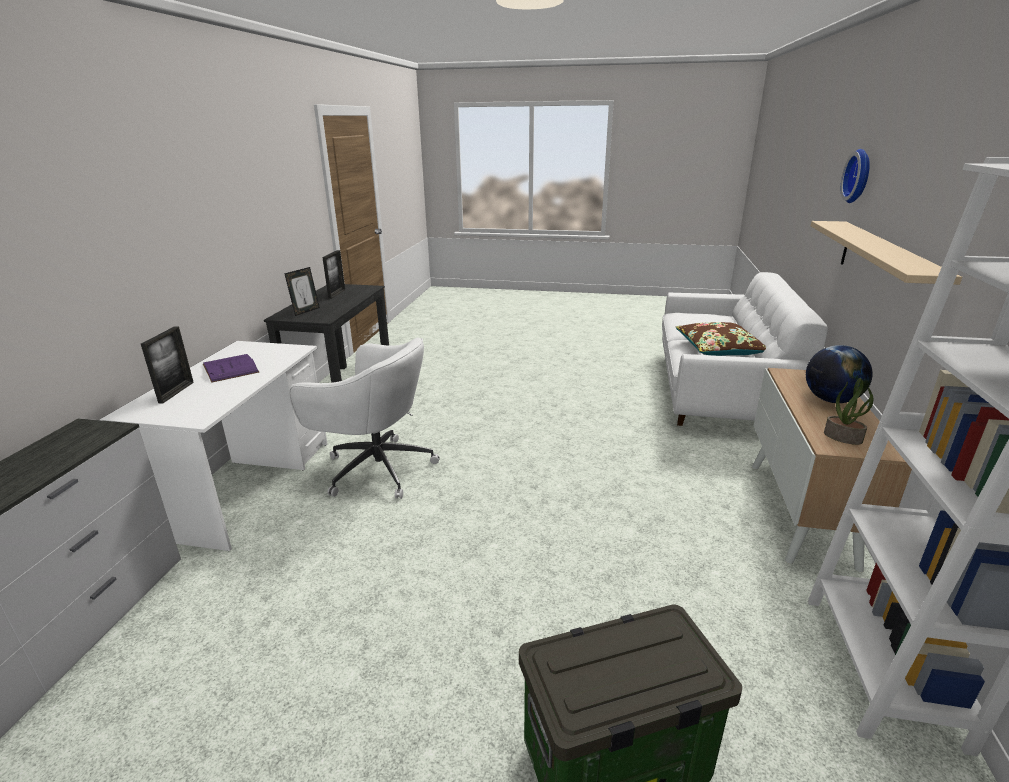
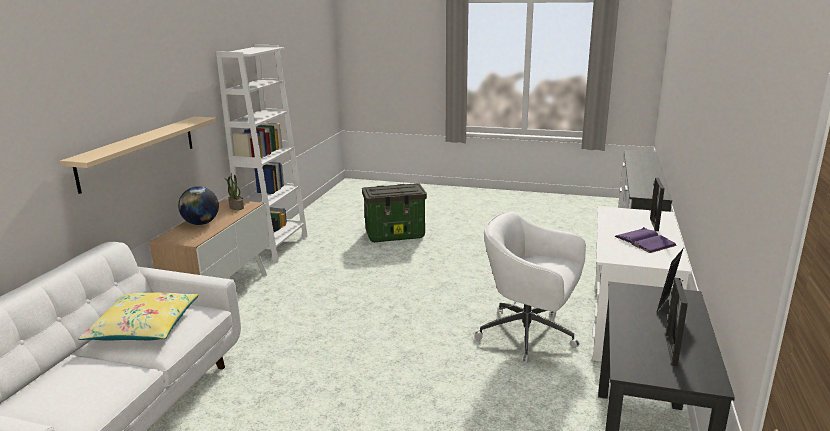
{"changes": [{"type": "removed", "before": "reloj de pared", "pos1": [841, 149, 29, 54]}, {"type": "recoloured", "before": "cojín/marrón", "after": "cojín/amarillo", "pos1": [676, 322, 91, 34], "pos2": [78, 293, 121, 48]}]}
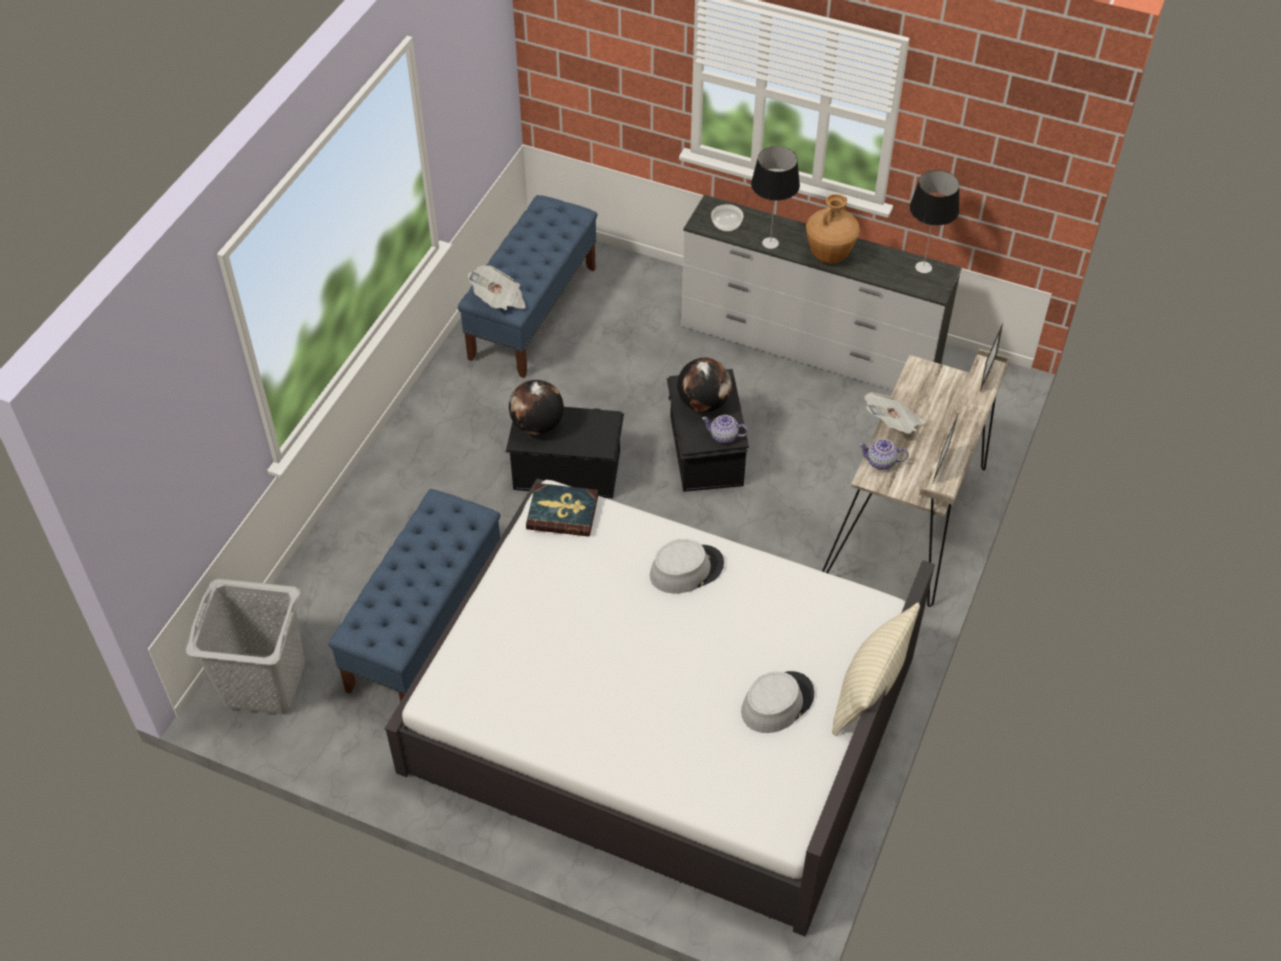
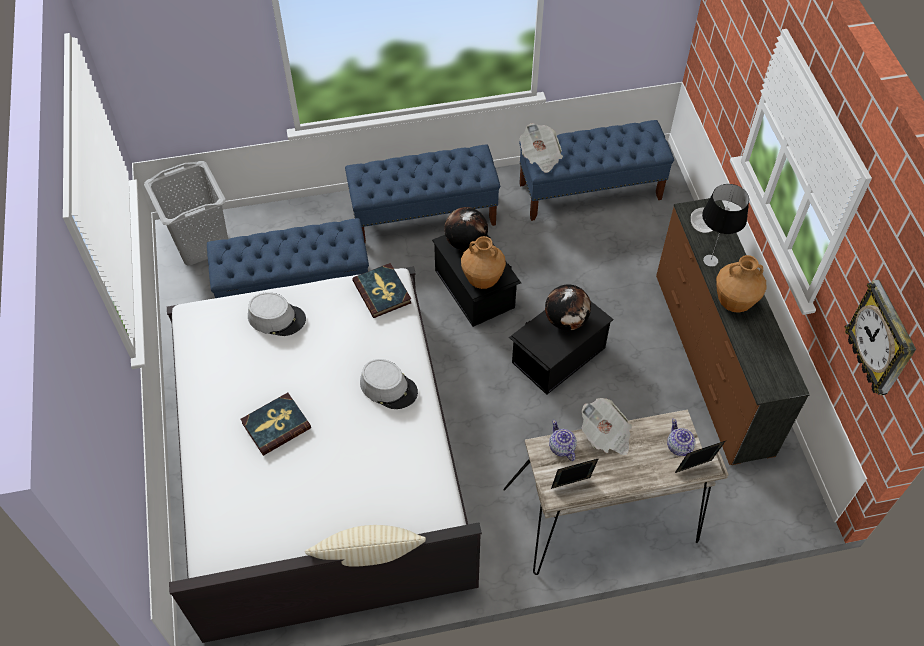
{"changes": [{"type": "removed", "before": "lámpara de mesa", "pos1": [910, 170, 49, 103]}, {"type": "added", "after": "libro", "pos2": [240, 393, 71, 63]}, {"type": "added", "after": "banco/azul", "pos2": [345, 144, 155, 98]}, {"type": "added", "after": "florero/marrón", "pos2": [461, 236, 45, 53]}, {"type": "added", "after": "reloj de pared", "pos2": [845, 280, 71, 116]}, {"type": "moved", "before": "tetera", "pos1": [702, 415, 46, 28], "pos2": [667, 419, 28, 37]}, {"type": "moved", "before": "sombrero/gris", "pos1": [741, 671, 73, 62], "pos2": [248, 292, 58, 44]}, {"type": "recoloured", "before": "cómoda/blanco", "after": "cómoda/marrón", "pos1": [681, 195, 281, 196], "pos2": [656, 198, 154, 267]}]}
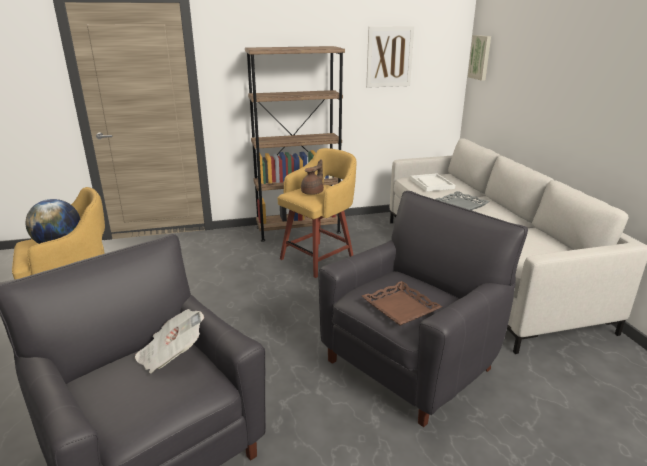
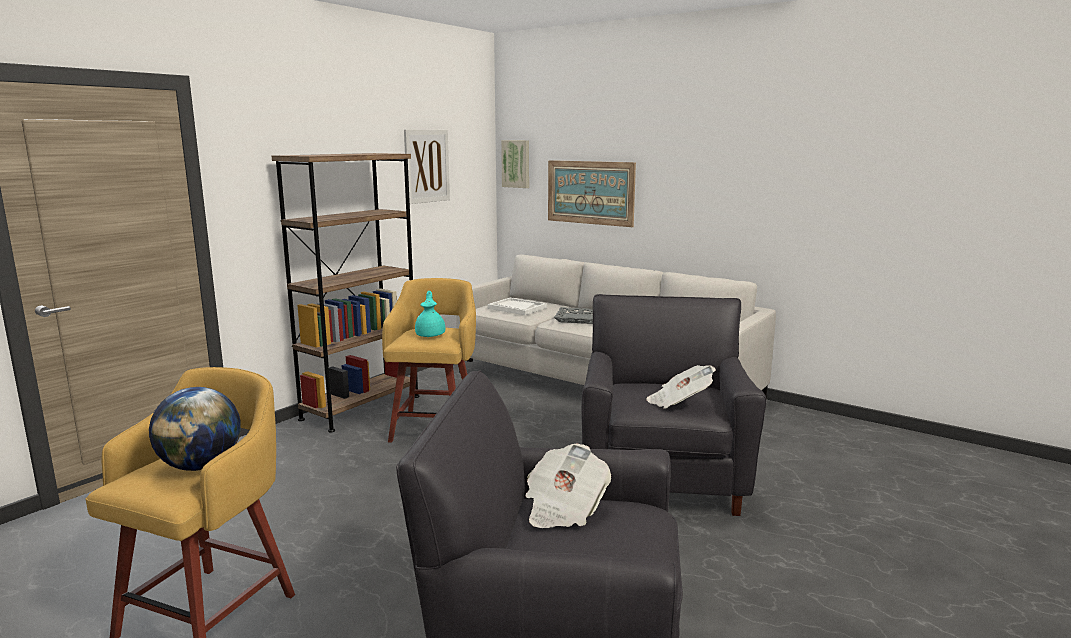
{"changes": [{"type": "added", "after": "cuadro", "pos2": [548, 160, 88, 67]}, {"type": "replaced", "before": "bandeja/marrón", "after": "periódico", "pos1": [362, 281, 80, 45], "pos2": [646, 365, 70, 44]}, {"type": "recoloured", "before": "tetera/marrón", "after": "tetera/turquesa", "pos1": [301, 159, 23, 36], "pos2": [415, 291, 30, 46]}]}
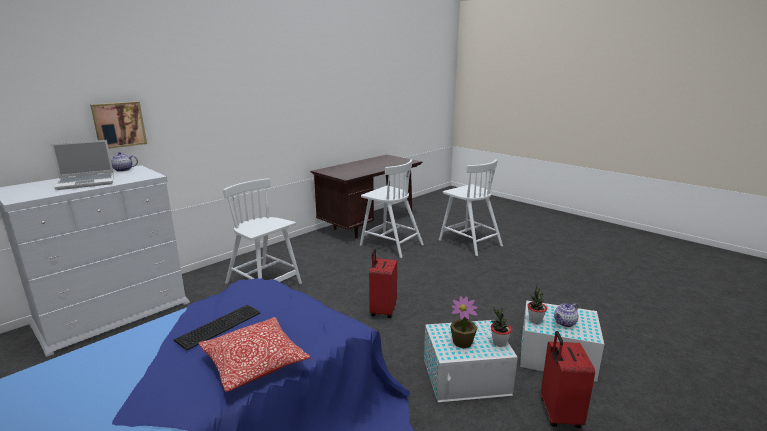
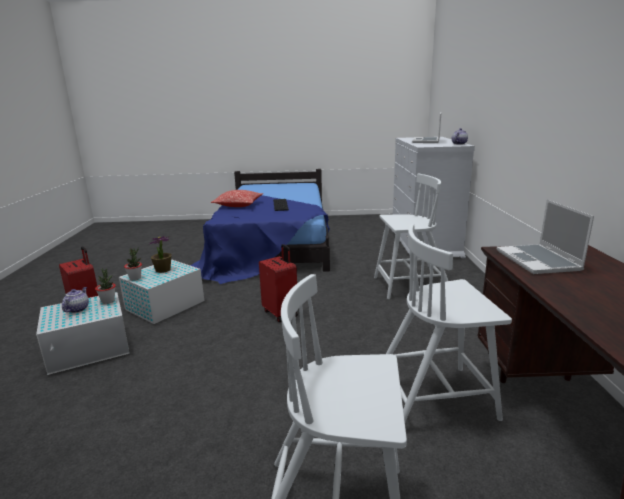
{"changes": [{"type": "removed", "before": "cuadro", "pos1": [90, 101, 57, 48]}, {"type": "added", "after": "portátil", "pos2": [497, 199, 97, 75]}]}
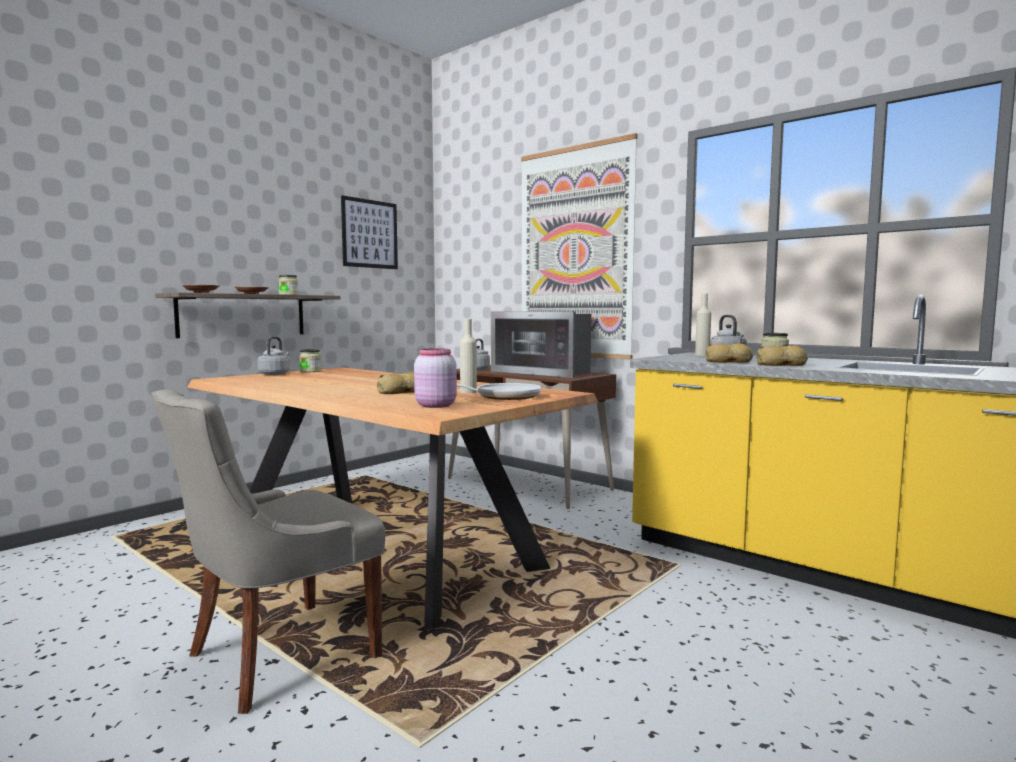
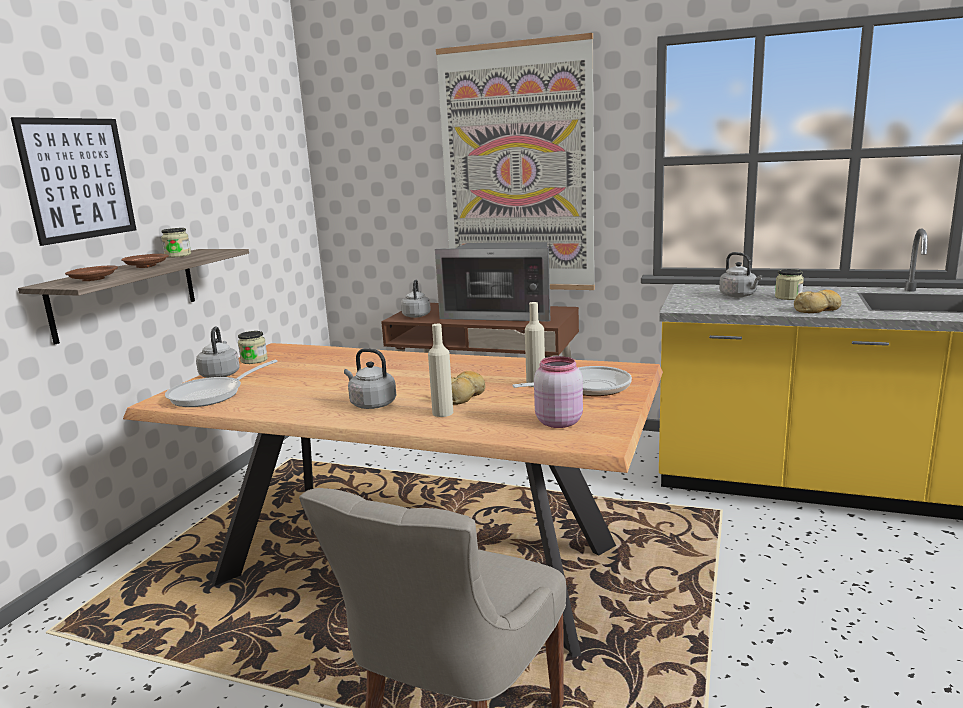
{"changes": [{"type": "removed", "before": "pan", "pos1": [706, 343, 47, 20]}, {"type": "added", "after": "sartén", "pos2": [165, 360, 113, 47]}, {"type": "added", "after": "hervidor/gris", "pos2": [344, 348, 52, 61]}, {"type": "moved", "before": "cuadro", "pos1": [341, 195, 57, 74], "pos2": [11, 117, 125, 129]}, {"type": "moved", "before": "botella/beis", "pos1": [695, 294, 16, 62], "pos2": [428, 324, 25, 93]}]}
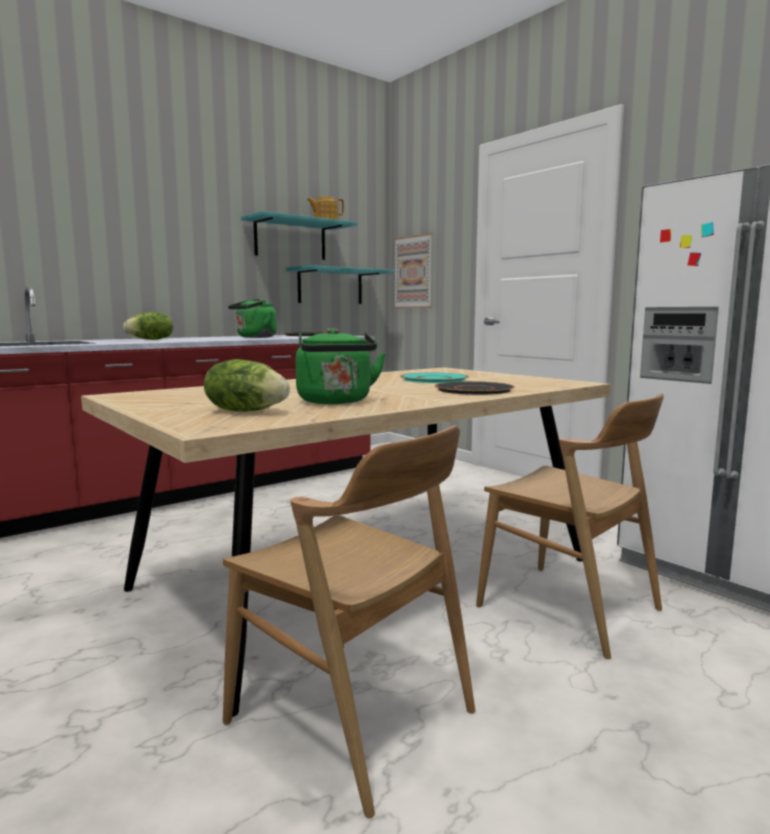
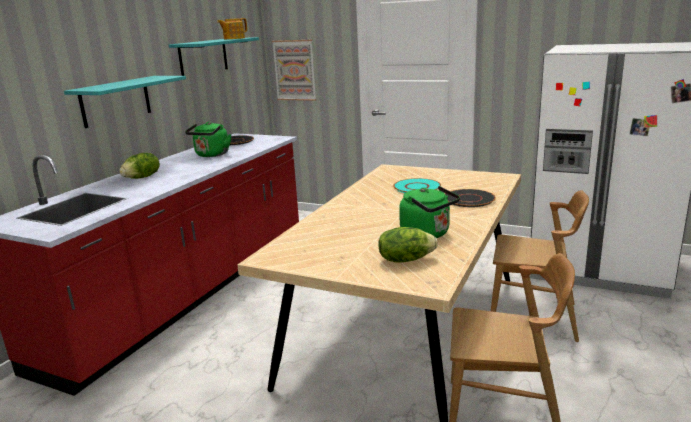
{"changes": [{"type": "moved", "before": "estante/turquesa", "pos1": [286, 265, 108, 39], "pos2": [64, 76, 122, 52]}]}
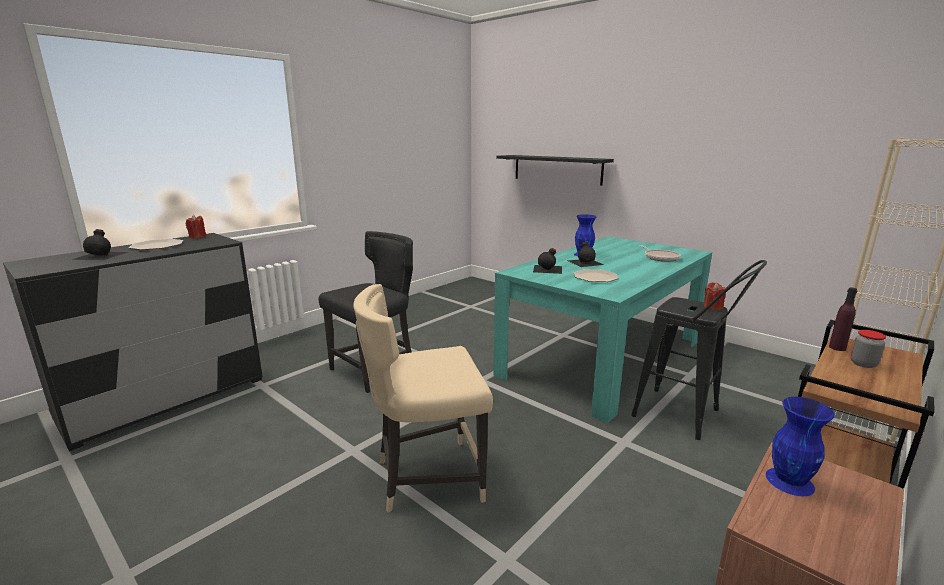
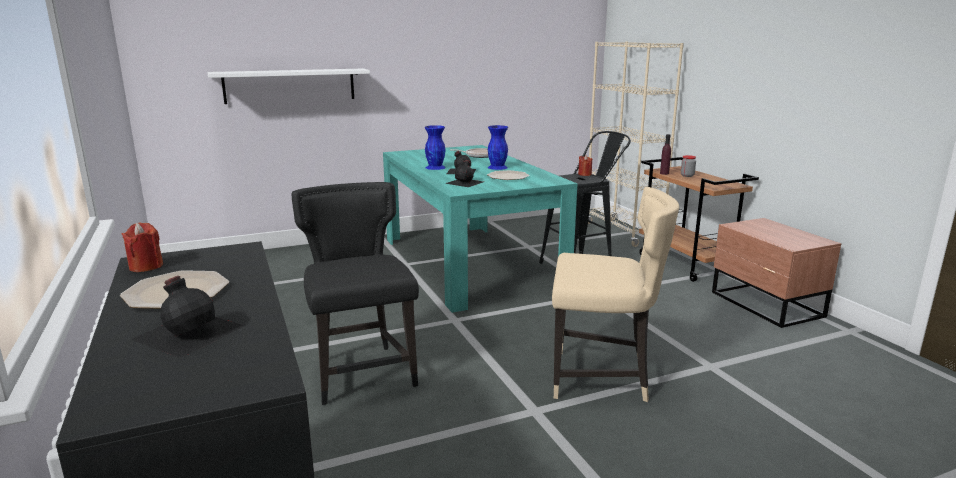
{"changes": [{"type": "moved", "before": "florero/azul", "pos1": [766, 397, 69, 99], "pos2": [488, 125, 20, 45]}, {"type": "recoloured", "before": "estante/negro", "after": "estante/blanco", "pos1": [496, 155, 118, 30], "pos2": [207, 69, 163, 35]}, {"type": "turned", "before": "silla/beis", "pos1": [353, 284, 140, 229], "pos2": [552, 187, 127, 215], "turn": -90}]}
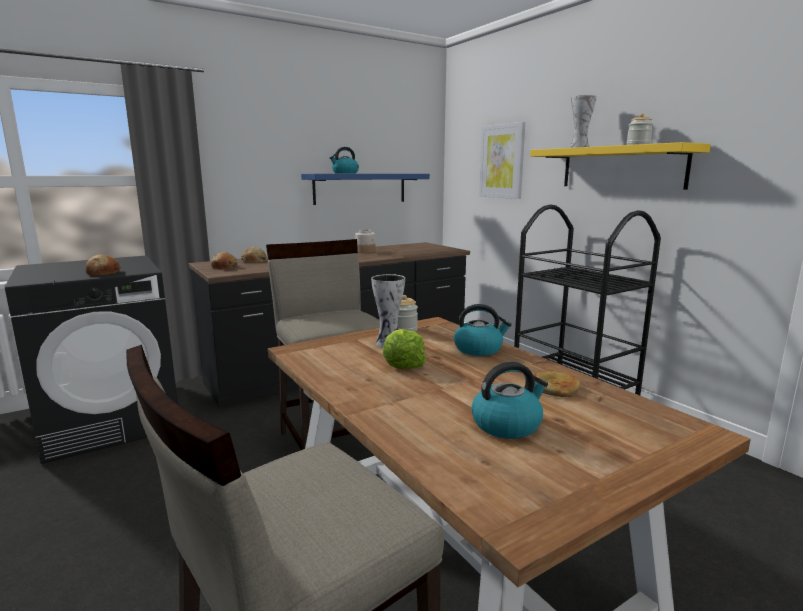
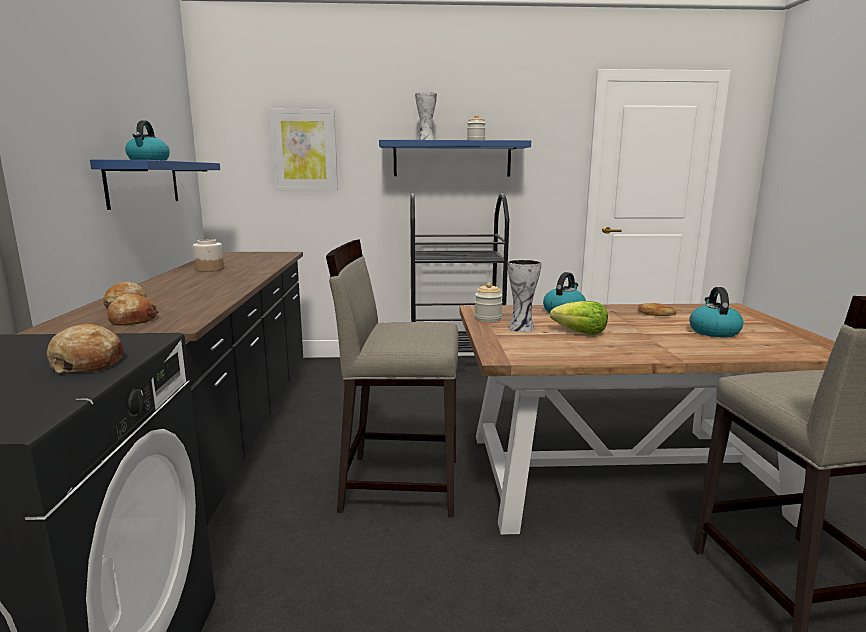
{"changes": [{"type": "recoloured", "before": "estante/amarillo", "after": "estante/azul", "pos1": [530, 142, 181, 48], "pos2": [379, 140, 152, 36]}]}
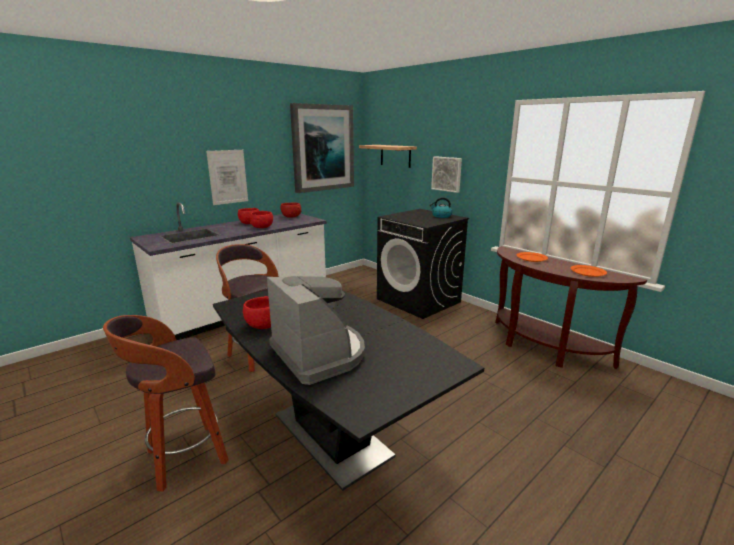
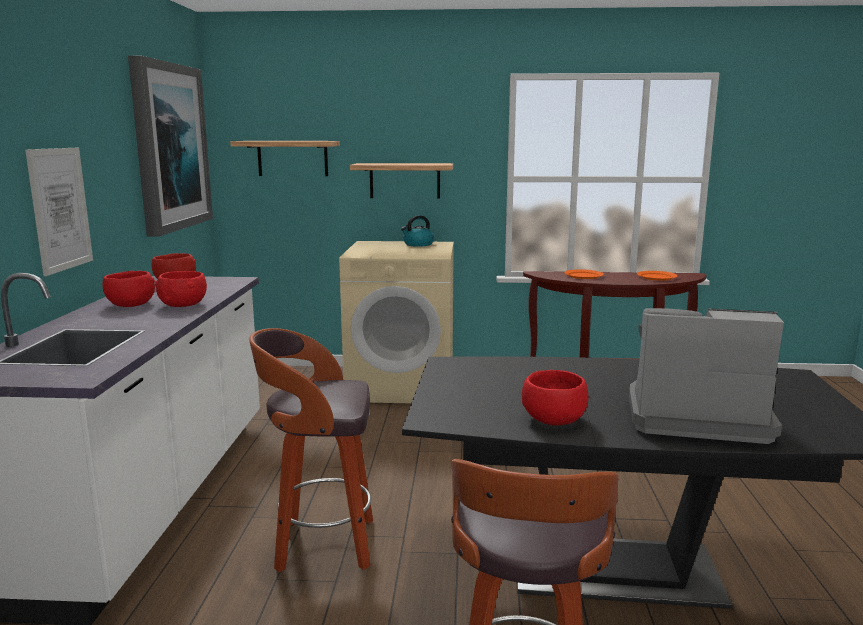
{"changes": [{"type": "replaced", "before": "cuadro", "after": "estante", "pos1": [431, 156, 31, 37], "pos2": [350, 163, 103, 36]}, {"type": "recoloured", "before": "lavadora/negro", "after": "lavadora/beis", "pos1": [377, 209, 92, 110], "pos2": [339, 241, 115, 162]}]}
